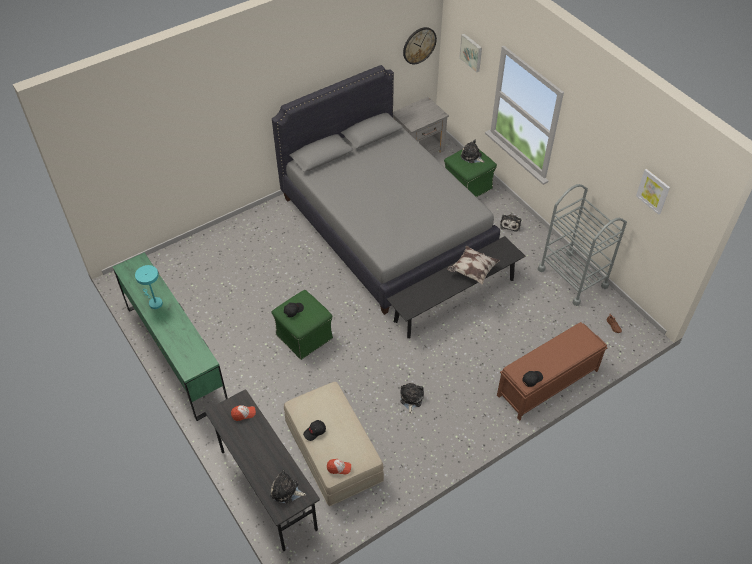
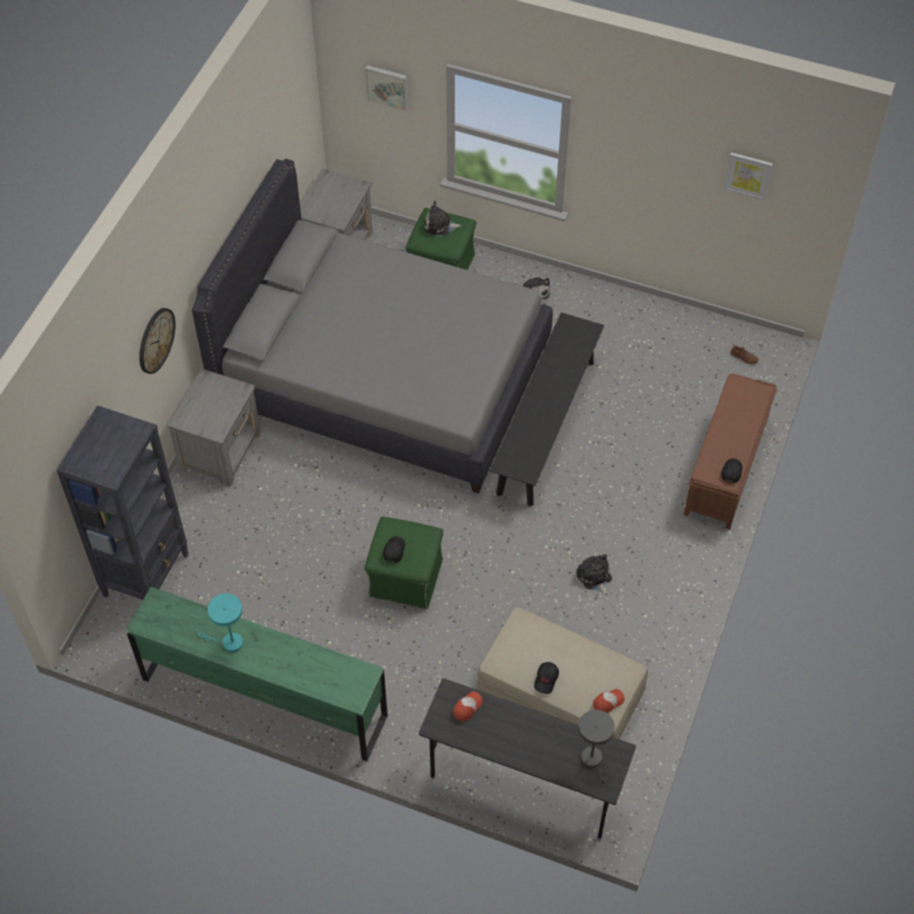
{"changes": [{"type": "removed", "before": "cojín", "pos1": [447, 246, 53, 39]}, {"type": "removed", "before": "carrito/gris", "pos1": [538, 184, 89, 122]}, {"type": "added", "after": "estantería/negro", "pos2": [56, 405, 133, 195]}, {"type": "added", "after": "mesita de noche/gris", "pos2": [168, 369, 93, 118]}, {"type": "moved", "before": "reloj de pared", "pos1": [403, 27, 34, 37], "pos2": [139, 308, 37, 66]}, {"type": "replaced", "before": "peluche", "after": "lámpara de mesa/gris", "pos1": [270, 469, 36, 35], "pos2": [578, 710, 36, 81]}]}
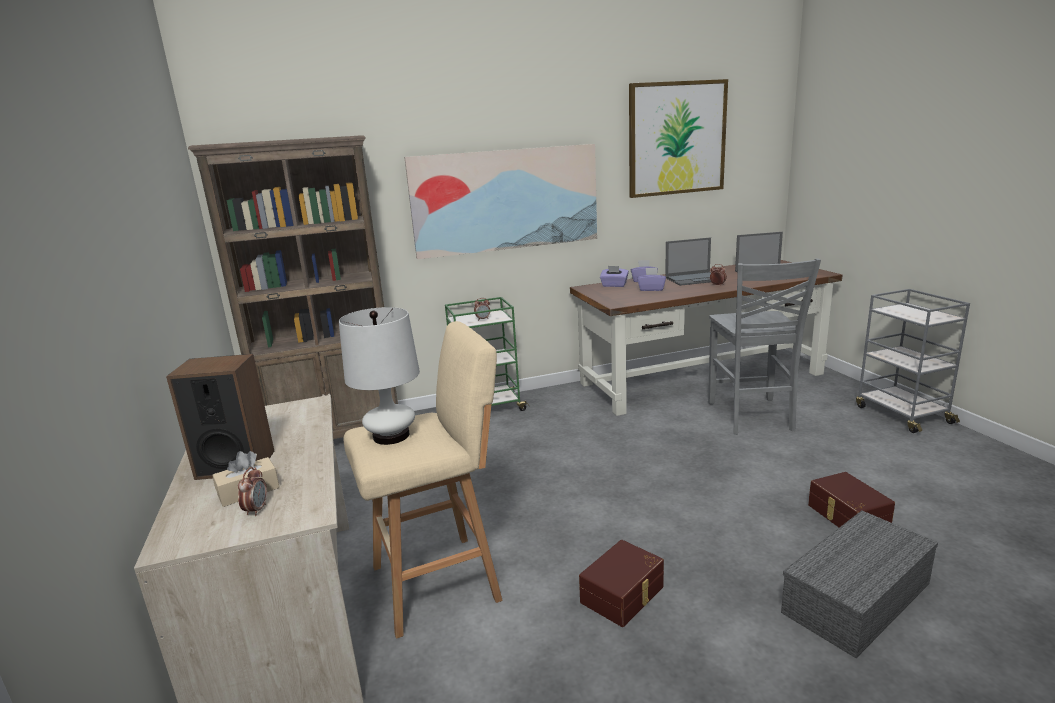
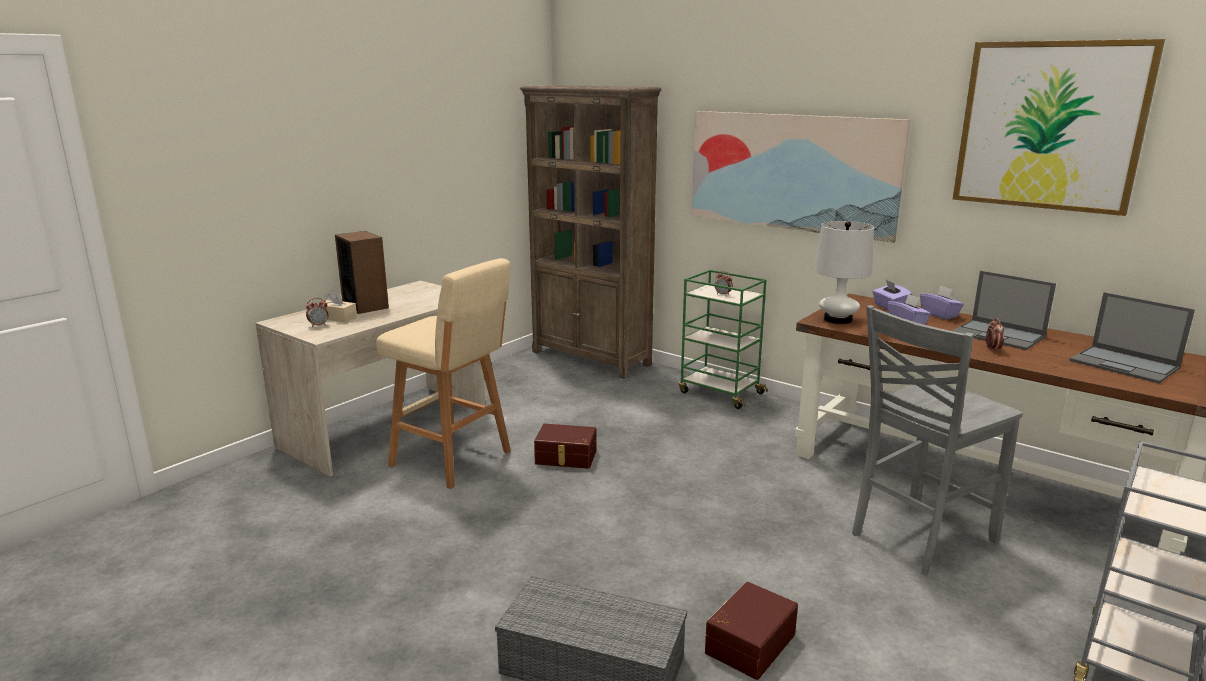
{"changes": [{"type": "moved", "before": "lámpara de mesa/blanco", "pos1": [339, 307, 81, 138], "pos2": [815, 221, 59, 103]}, {"type": "moved", "before": "caja de almacenaje/marrón", "pos1": [579, 540, 85, 87], "pos2": [534, 424, 63, 45]}]}
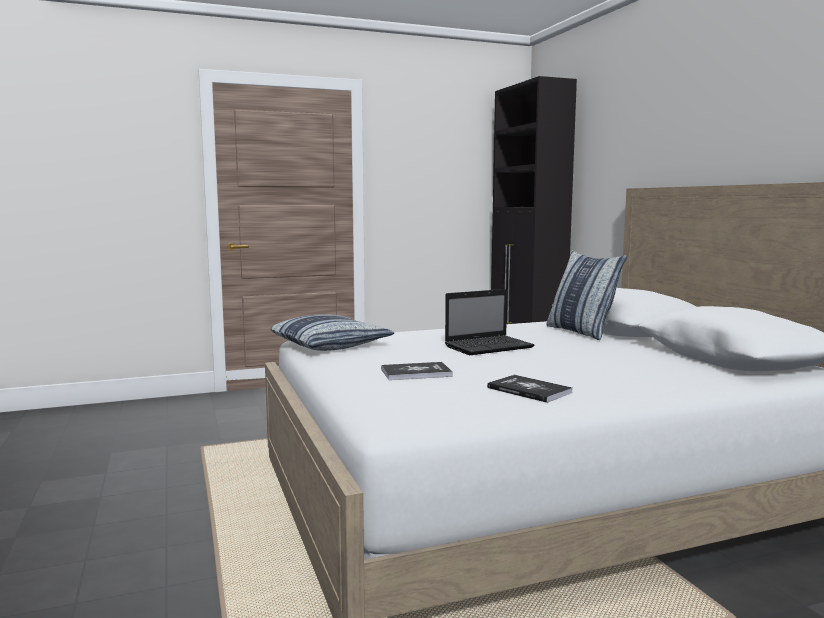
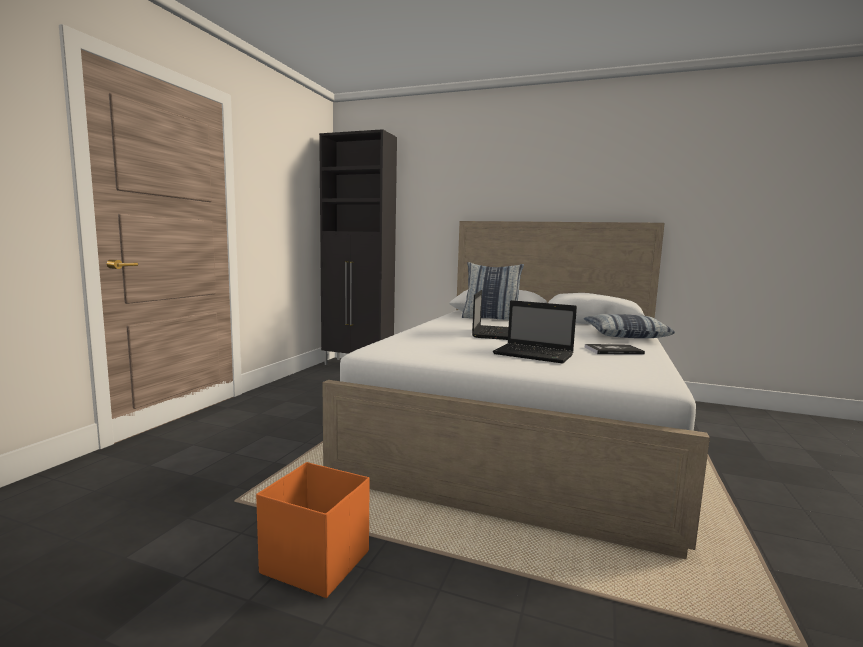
{"changes": [{"type": "added", "after": "caja de almacenaje/naranja", "pos2": [256, 462, 114, 136]}, {"type": "moved", "before": "cojín", "pos1": [270, 314, 124, 37], "pos2": [584, 314, 91, 24]}, {"type": "replaced", "before": "libro", "after": "portátil", "pos1": [381, 362, 72, 18], "pos2": [493, 300, 84, 64]}]}
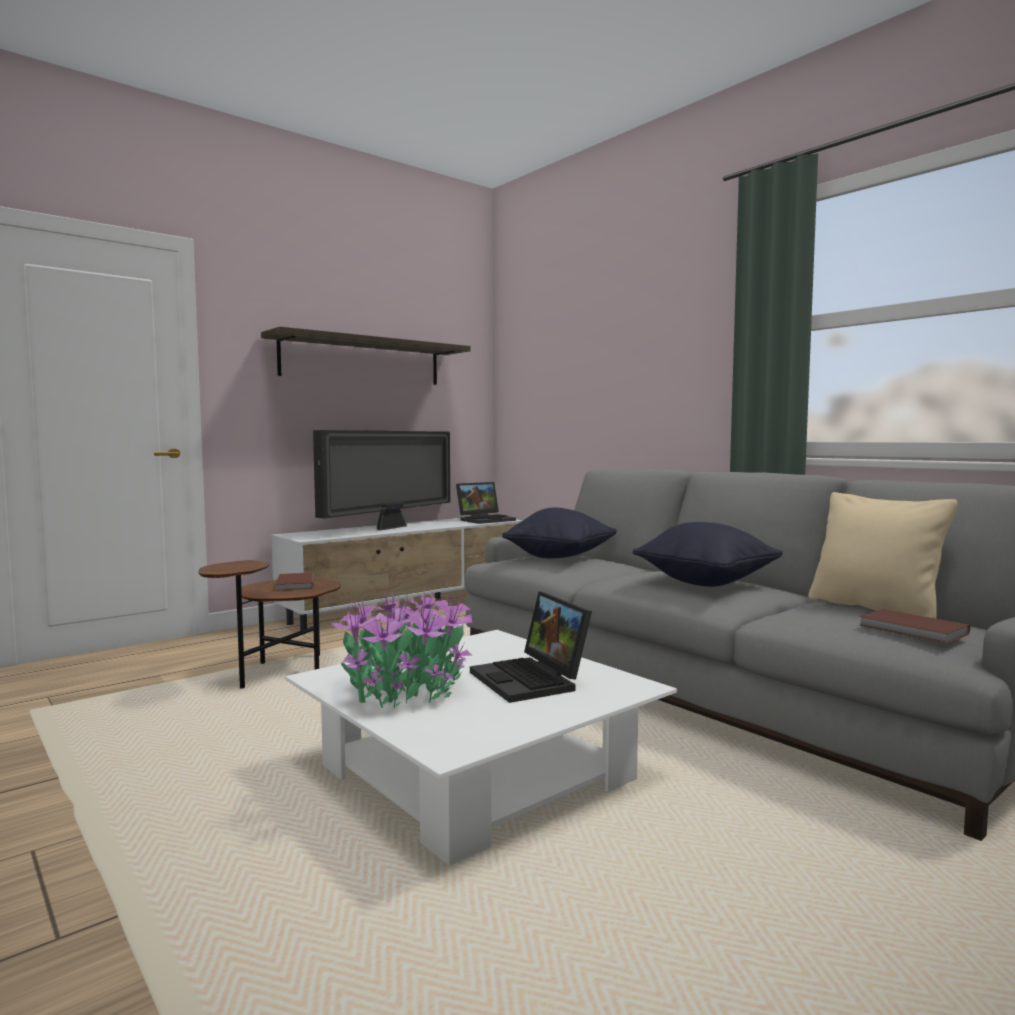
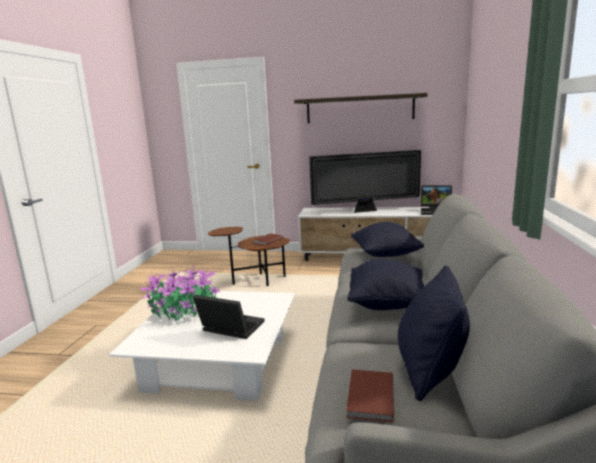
{"changes": [{"type": "recoloured", "before": "cojín/beis", "after": "cojín/negro", "pos1": [808, 492, 150, 127], "pos2": [398, 266, 72, 135]}, {"type": "turned", "before": "portátil", "pos1": [470, 591, 122, 112], "pos2": [193, 295, 72, 44], "turn": 90}]}
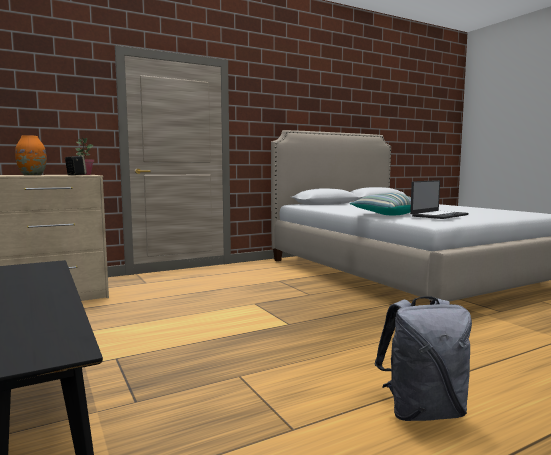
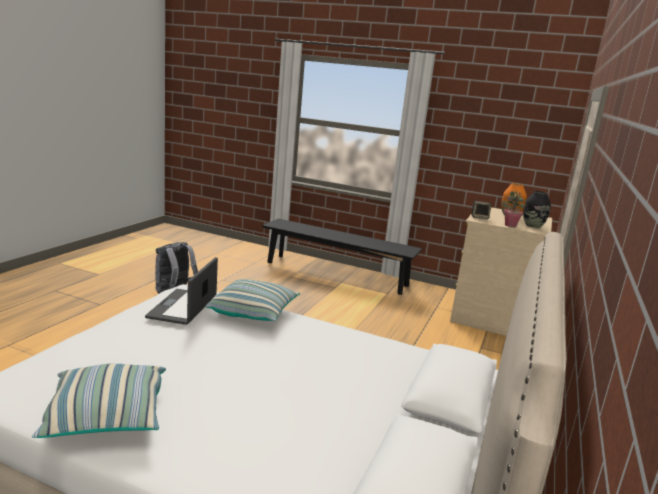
{"changes": [{"type": "added", "after": "cojín", "pos2": [32, 364, 134, 74]}, {"type": "added", "after": "florero/negro", "pos2": [523, 191, 28, 37]}]}
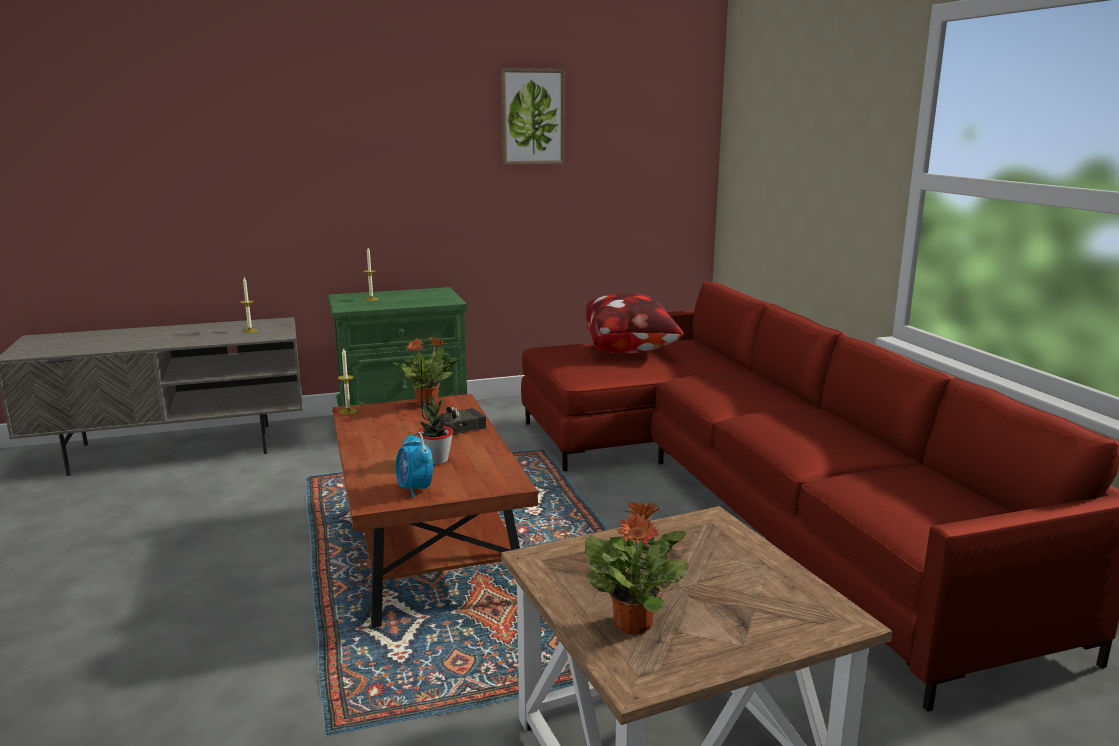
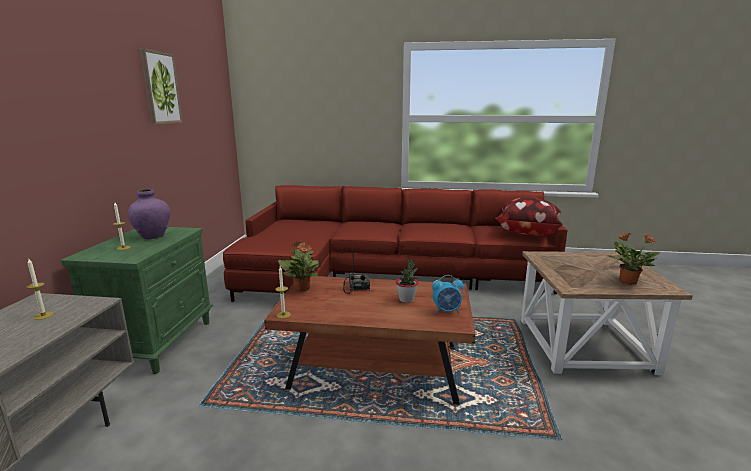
{"changes": [{"type": "added", "after": "florero/morado", "pos2": [128, 189, 42, 50]}, {"type": "moved", "before": "cojín", "pos1": [586, 293, 98, 61], "pos2": [495, 197, 68, 38]}]}
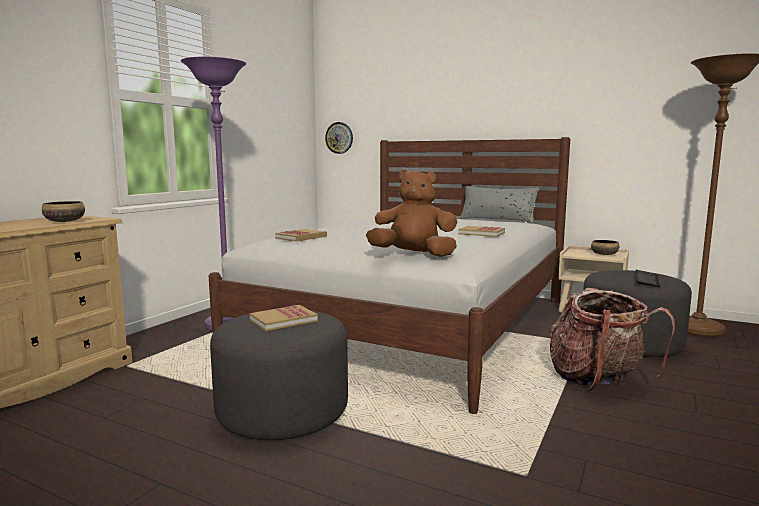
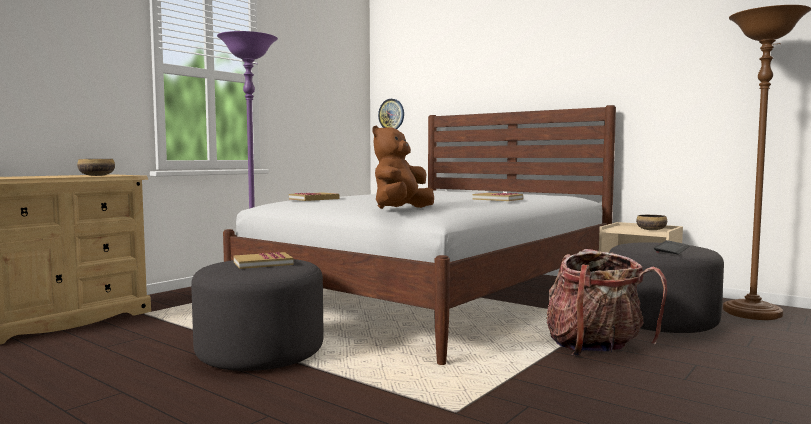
{"changes": [{"type": "removed", "before": "cojín/gris", "pos1": [459, 186, 80, 37]}, {"type": "turned", "before": "peluche/marrón", "pos1": [366, 169, 91, 88], "pos2": [373, 126, 61, 83], "turn": -75}]}
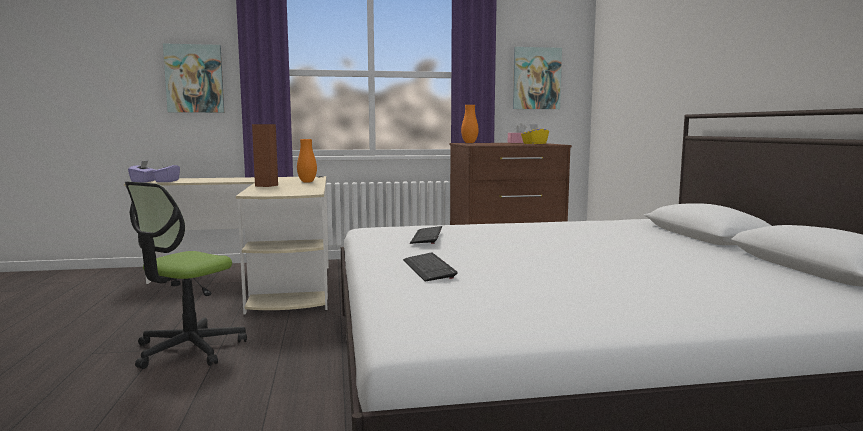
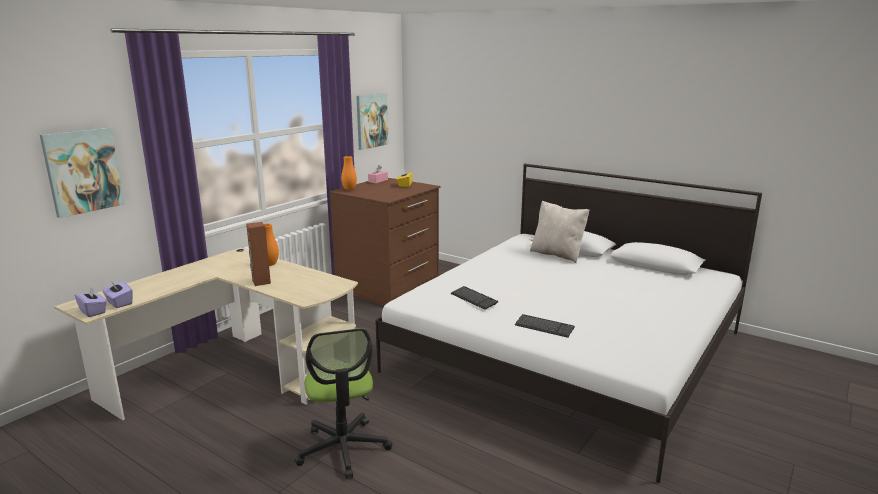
{"changes": [{"type": "added", "after": "cojín/beis", "pos2": [530, 201, 60, 62]}]}
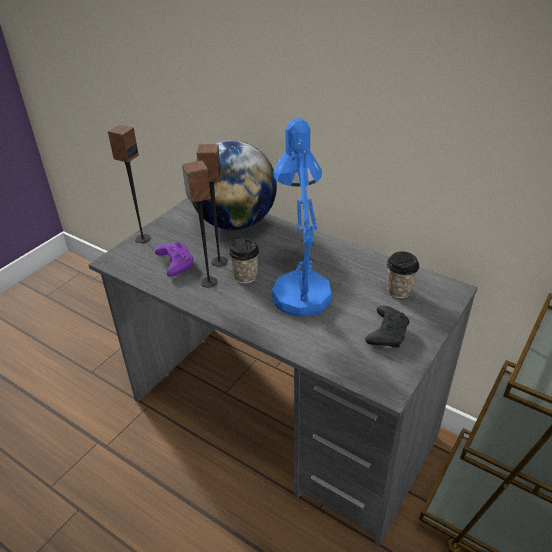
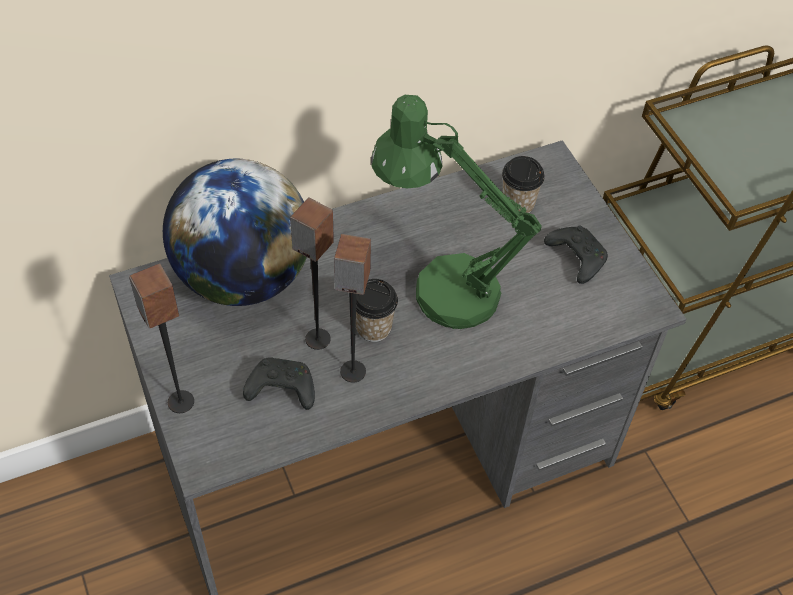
{"changes": [{"type": "recoloured", "before": "mando de consola/morado", "after": "mando de consola/negro", "pos1": [155, 242, 39, 35], "pos2": [243, 357, 72, 53]}, {"type": "recoloured", "before": "lámpara de mesa/azul", "after": "lámpara de mesa/verde", "pos1": [272, 118, 60, 199], "pos2": [371, 95, 171, 234]}]}
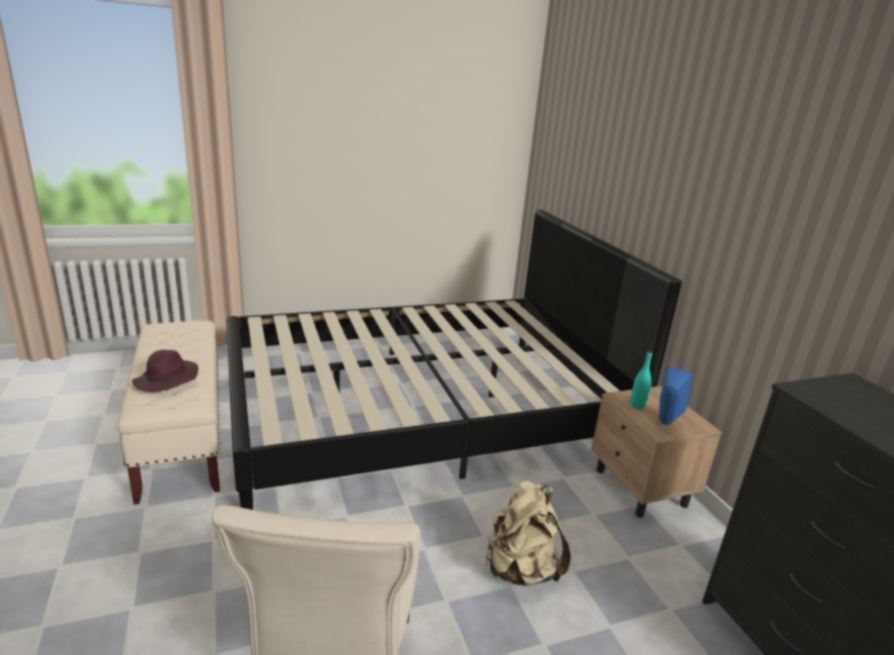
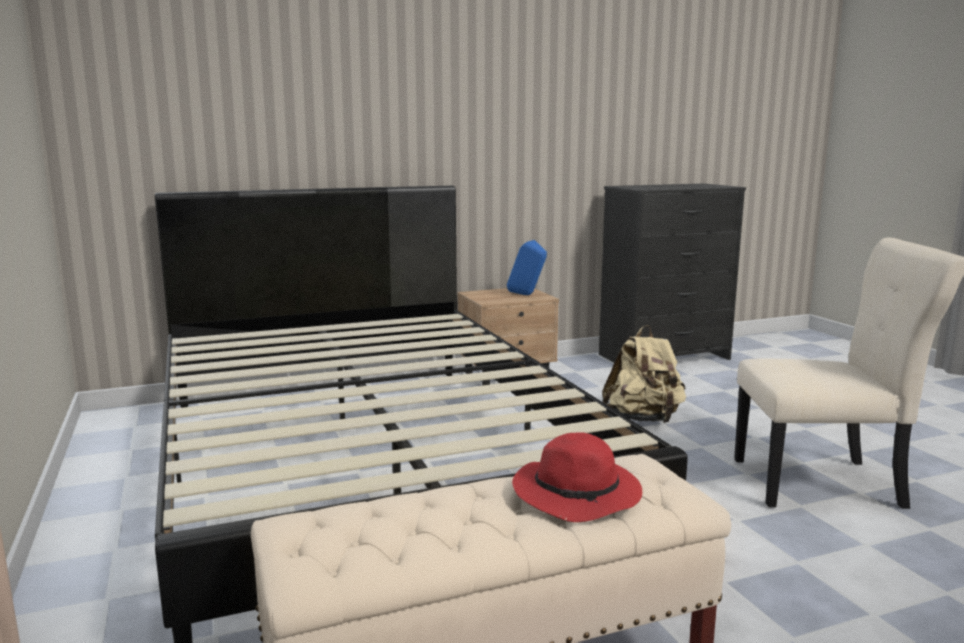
{"changes": [{"type": "removed", "before": "botella/turquesa", "pos1": [630, 351, 22, 58]}, {"type": "recoloured", "before": "sombrero/morado", "after": "sombrero/rojo", "pos1": [132, 350, 66, 42], "pos2": [512, 432, 130, 90]}]}
